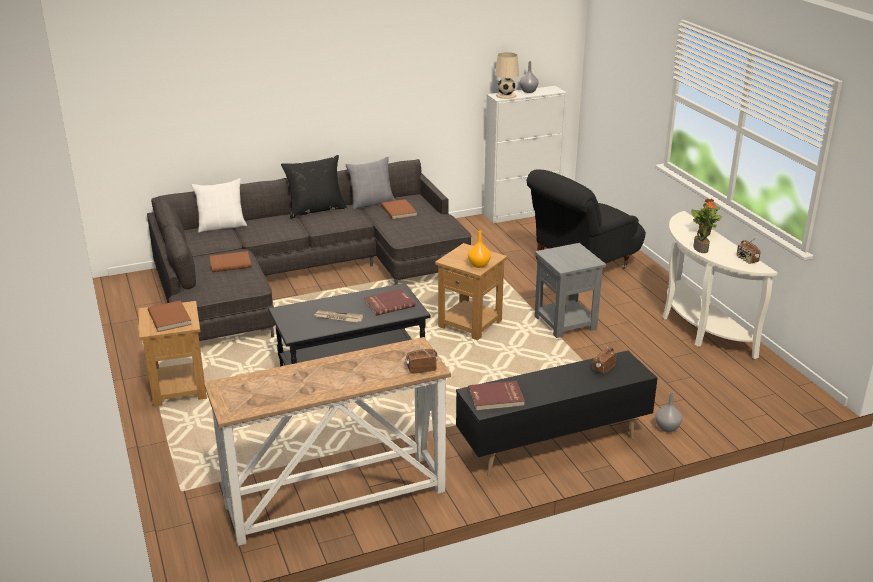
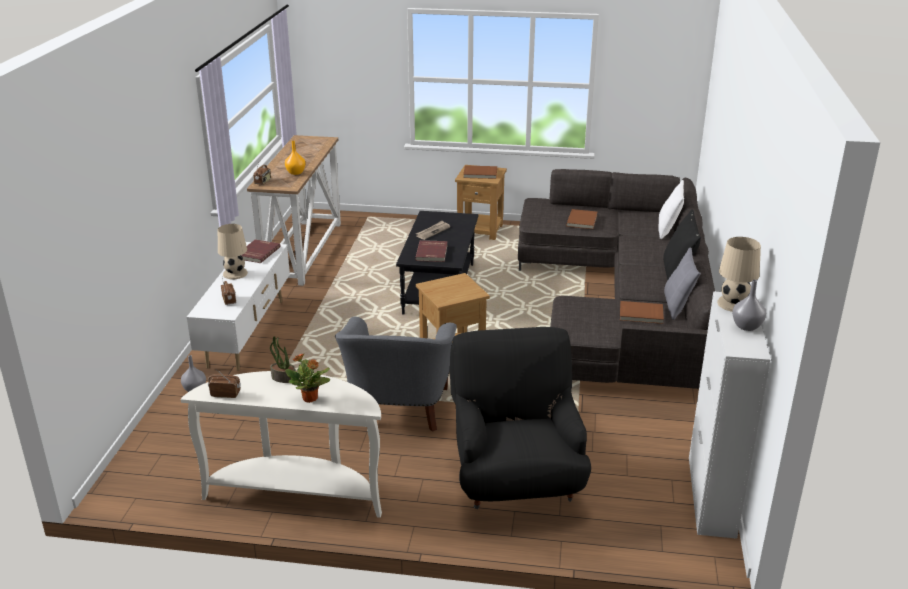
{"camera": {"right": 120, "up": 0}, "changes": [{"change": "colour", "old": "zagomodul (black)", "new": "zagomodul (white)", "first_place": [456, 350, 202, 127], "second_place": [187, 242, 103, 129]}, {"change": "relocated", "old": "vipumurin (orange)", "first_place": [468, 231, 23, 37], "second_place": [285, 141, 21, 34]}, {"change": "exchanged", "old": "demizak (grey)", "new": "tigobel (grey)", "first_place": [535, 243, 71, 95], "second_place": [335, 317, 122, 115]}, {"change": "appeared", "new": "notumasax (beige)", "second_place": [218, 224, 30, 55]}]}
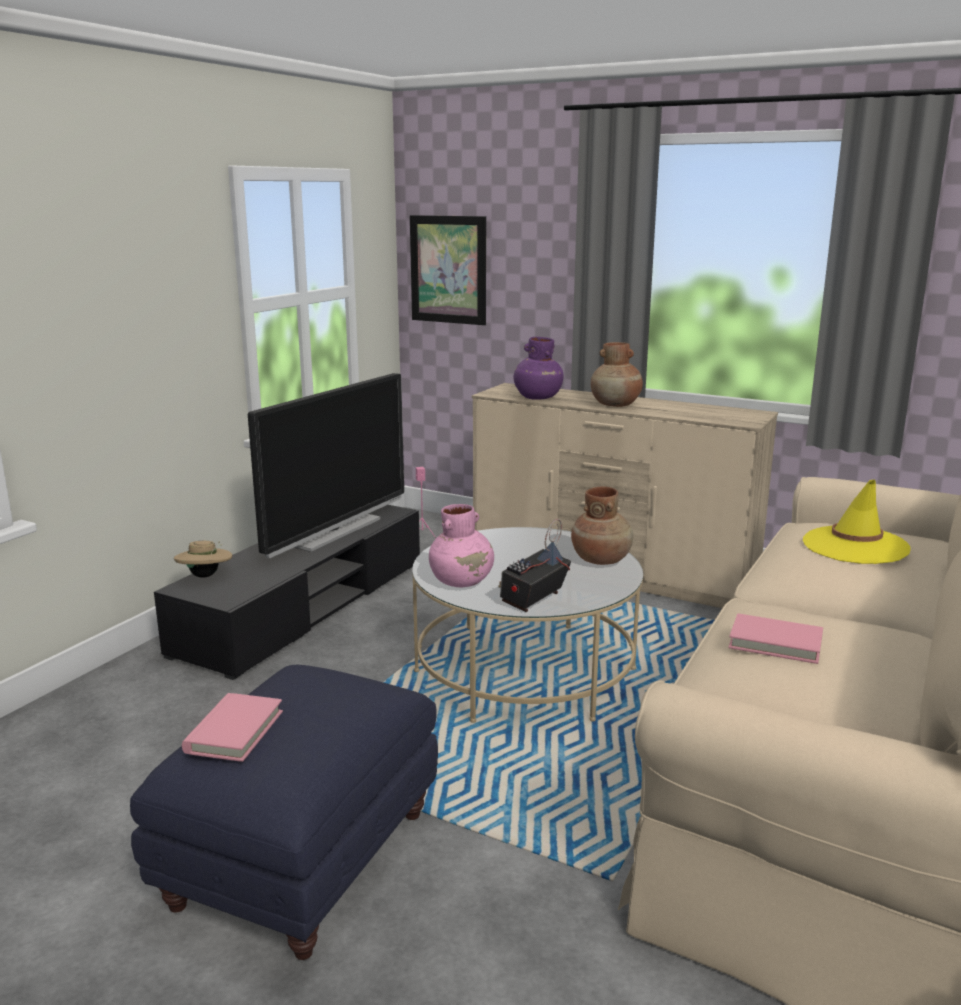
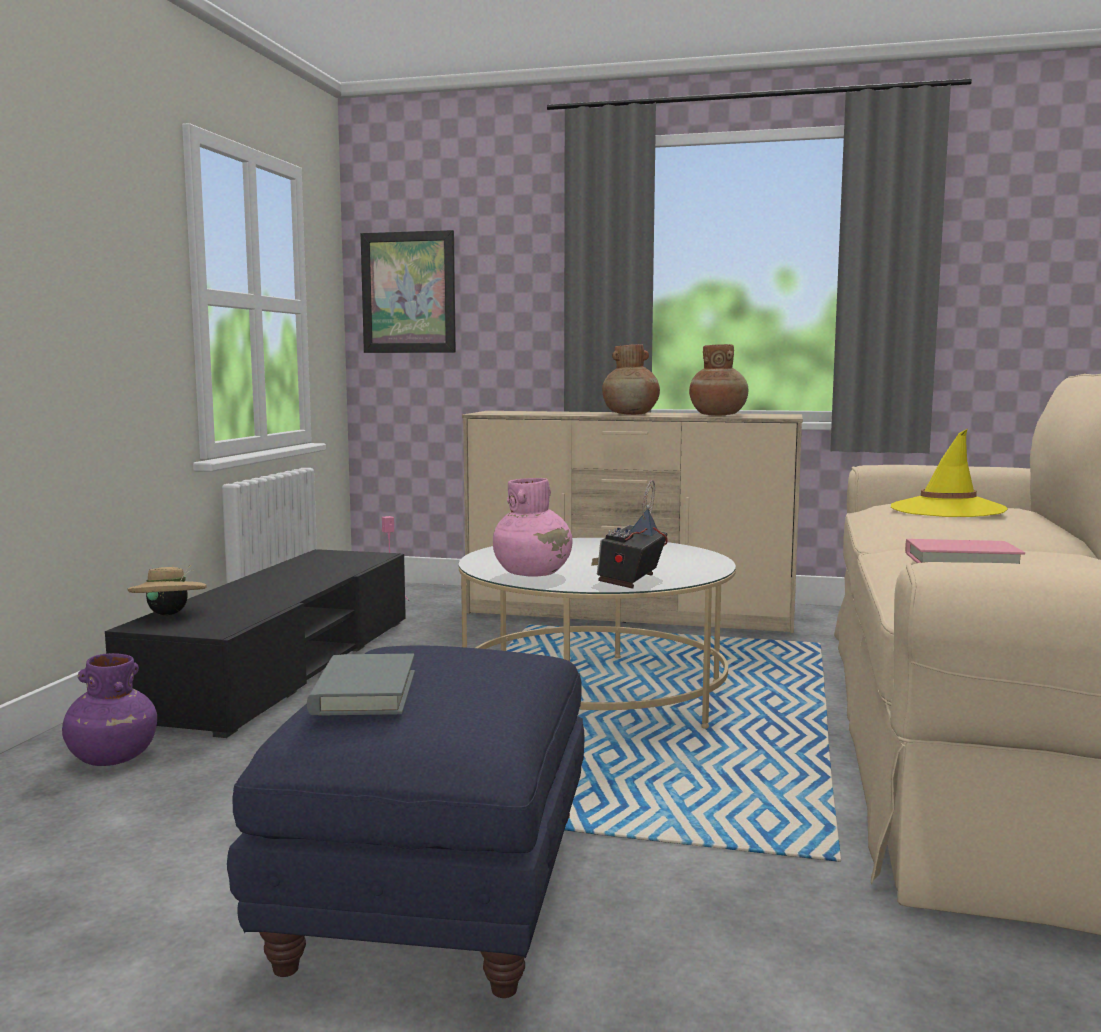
{"camera": {"right": -15, "up": -10}, "changes": [{"change": "colour", "old": "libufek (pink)", "new": "libufek (grey)", "first_place": [182, 693, 101, 69], "second_place": [307, 654, 108, 61]}, {"change": "missing", "old": "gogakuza", "first_place": [248, 373, 156, 185]}, {"change": "relocated", "old": "vipumurin (purple)", "first_place": [514, 337, 50, 63], "second_place": [62, 653, 95, 113]}, {"change": "relocated", "old": "vipumurin (brown)", "first_place": [571, 486, 62, 79], "second_place": [689, 344, 59, 71]}]}
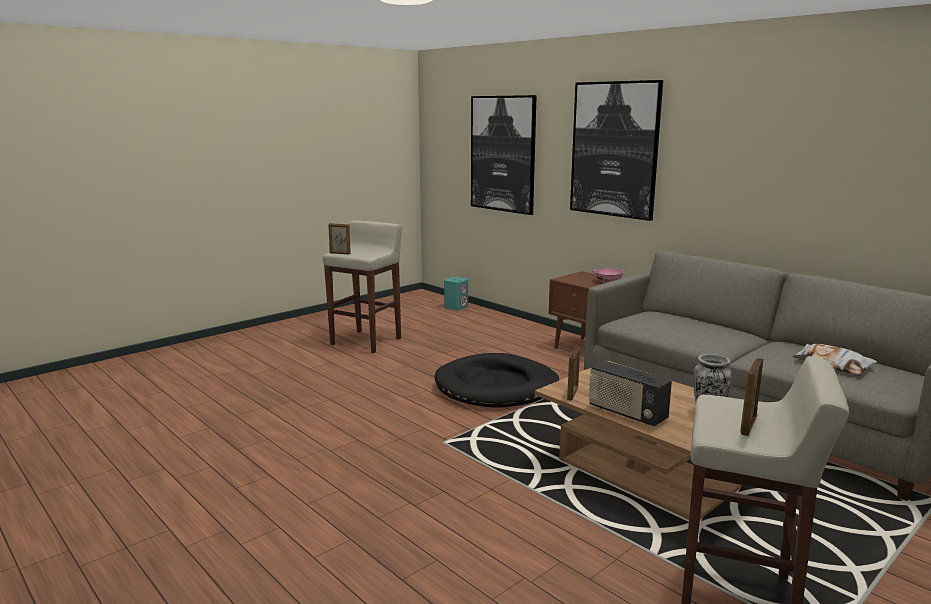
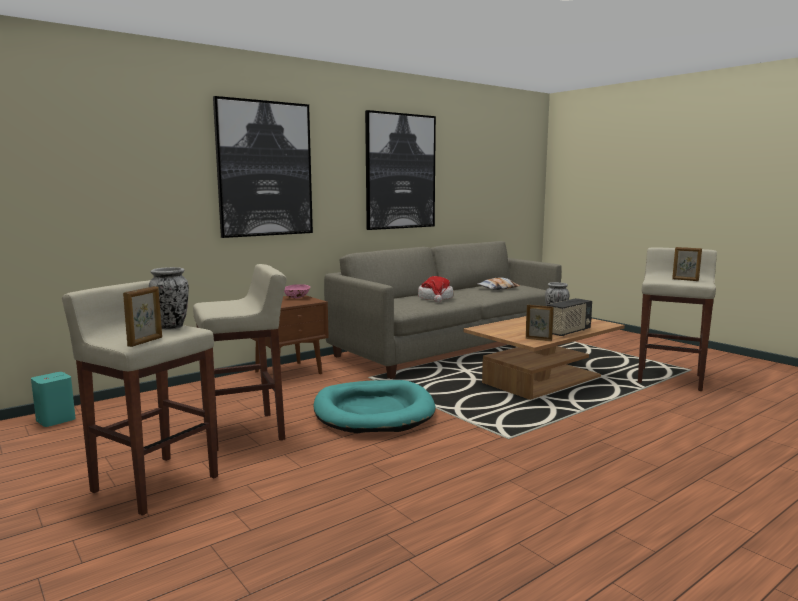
{"camera": {"right": -85, "up": -5}, "changes": [{"change": "colour", "old": "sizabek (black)", "new": "sizabek (turquoise)", "first_place": [435, 353, 124, 55], "second_place": [313, 380, 122, 53]}, {"change": "relocated", "old": "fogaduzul", "first_place": [471, 95, 66, 120], "second_place": [365, 110, 71, 120]}, {"change": "appeared", "new": "vipumurin", "second_place": [149, 267, 40, 63]}, {"change": "appeared", "new": "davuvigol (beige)", "second_place": [193, 264, 94, 187]}, {"change": "appeared", "new": "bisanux", "second_place": [418, 276, 35, 27]}]}
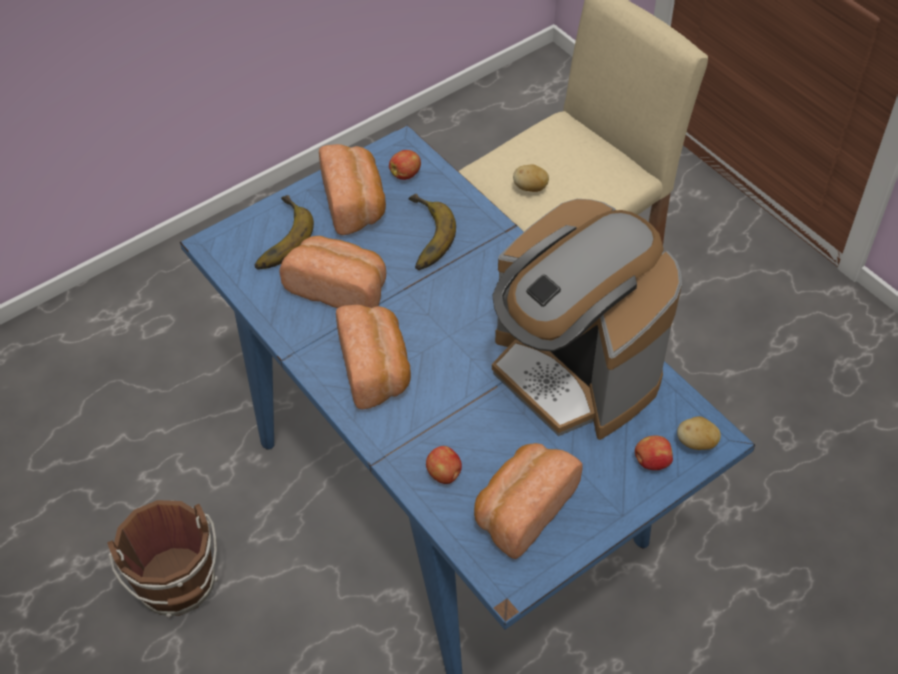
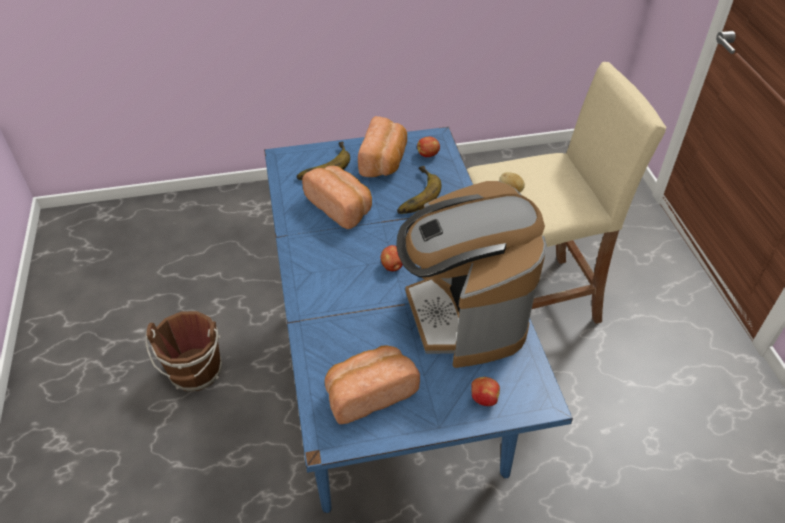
{"camera": {"right": 25, "up": -5}, "changes": [{"change": "missing", "old": "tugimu", "first_place": [336, 305, 75, 104]}, {"change": "relocated", "old": "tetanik", "first_place": [426, 446, 36, 38], "second_place": [381, 245, 22, 27]}, {"change": "missing", "old": "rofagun", "first_place": [677, 416, 44, 34]}]}
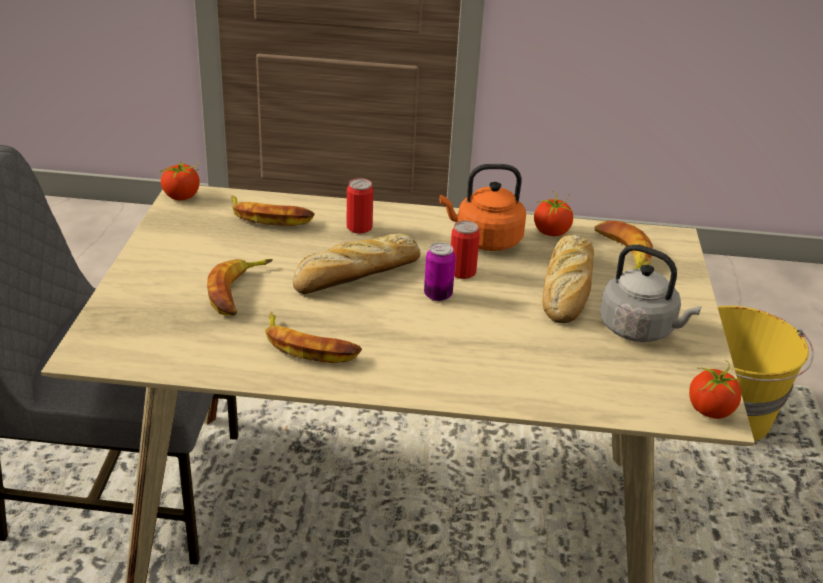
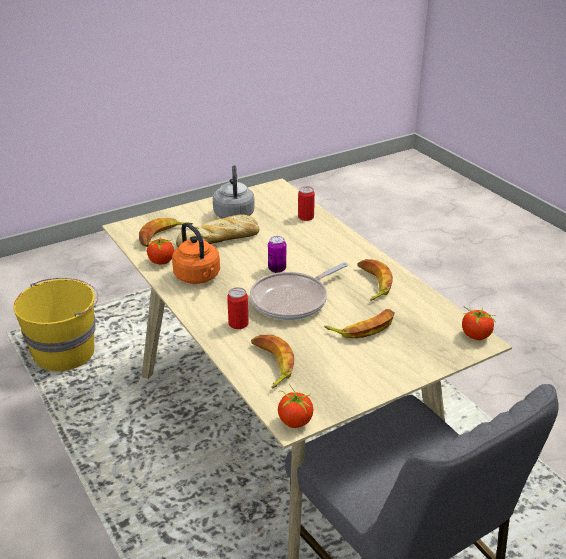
{"camera": {"right": -125, "up": 0}, "changes": [{"change": "exchanged", "old": "tugimu", "new": "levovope", "first_place": [293, 234, 127, 60], "second_place": [250, 262, 98, 58]}, {"change": "relocated", "old": "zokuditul", "first_place": [451, 220, 29, 59], "second_place": [298, 186, 17, 35]}, {"change": "relocated", "old": "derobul", "first_place": [689, 360, 57, 59], "second_place": [462, 306, 34, 34]}]}
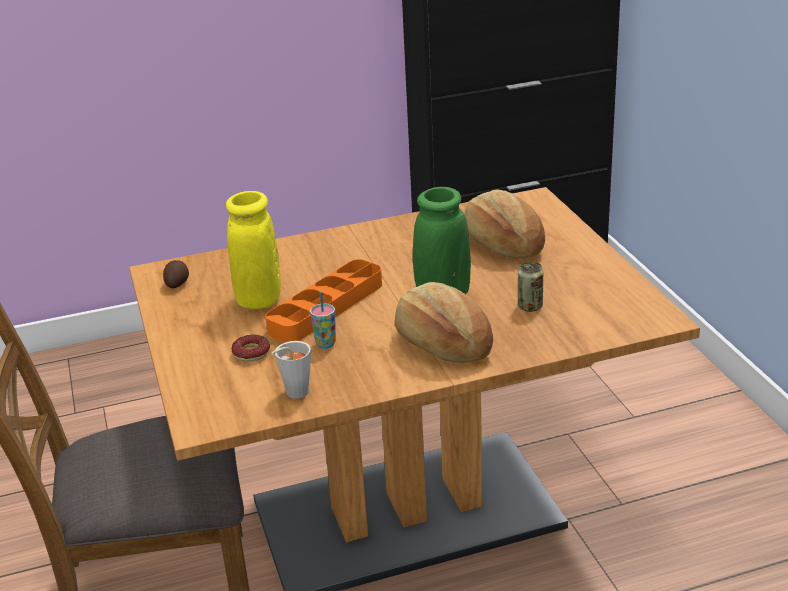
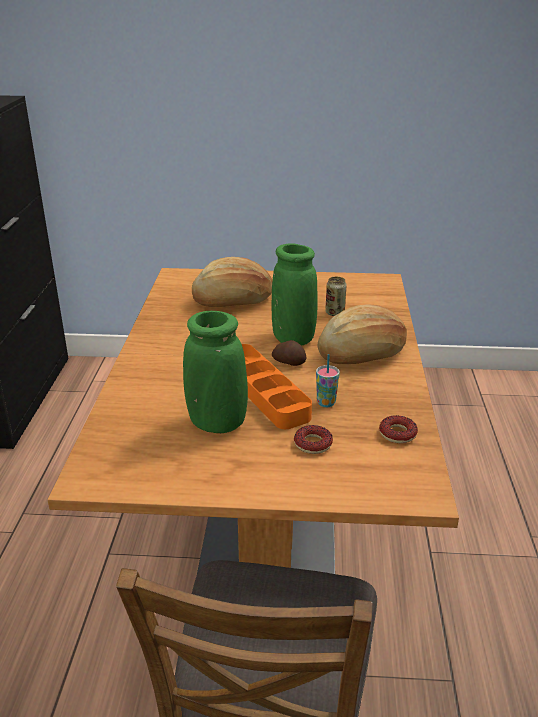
{"camera": {"right": -70, "up": 0}, "changes": [{"change": "relocated", "old": "rofagun", "first_place": [163, 260, 26, 28], "second_place": [272, 340, 35, 26]}, {"change": "colour", "old": "vipumurin (yellow)", "new": "vipumurin (green)", "first_place": [226, 191, 55, 118], "second_place": [183, 311, 65, 122]}, {"change": "exchanged", "old": "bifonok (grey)", "new": "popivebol", "first_place": [271, 341, 40, 58], "second_place": [379, 415, 39, 28]}]}
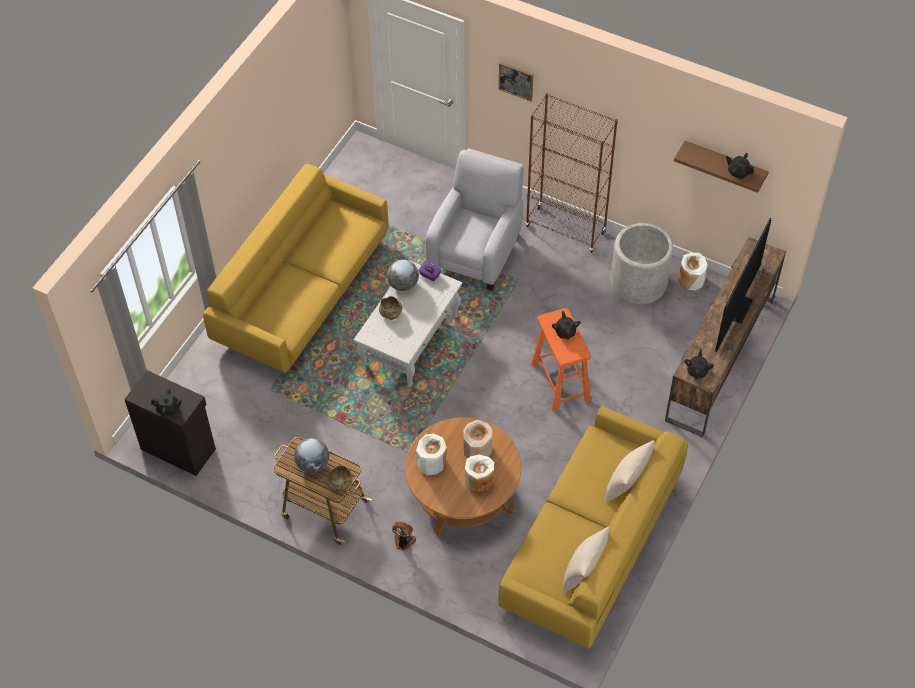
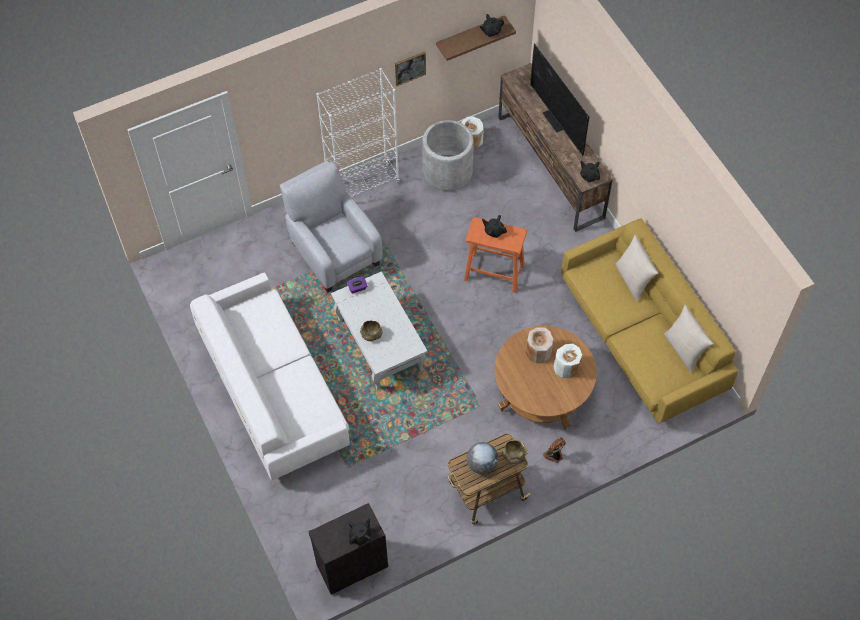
{"camera": {"right": -55, "up": 5}, "changes": [{"change": "colour", "old": "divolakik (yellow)", "new": "divolakik (white)", "first_place": [203, 164, 186, 209], "second_place": [190, 272, 160, 208]}, {"change": "missing", "old": "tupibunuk", "first_place": [387, 259, 32, 32]}, {"change": "missing", "old": "vipumurin (white)", "first_place": [416, 434, 31, 41]}, {"change": "relocated", "old": "fogaduzul", "first_place": [499, 62, 34, 40], "second_place": [395, 52, 31, 34]}, {"change": "colour", "old": "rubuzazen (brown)", "new": "rubuzazen (white)", "first_place": [525, 93, 93, 160], "second_place": [317, 68, 83, 129]}]}
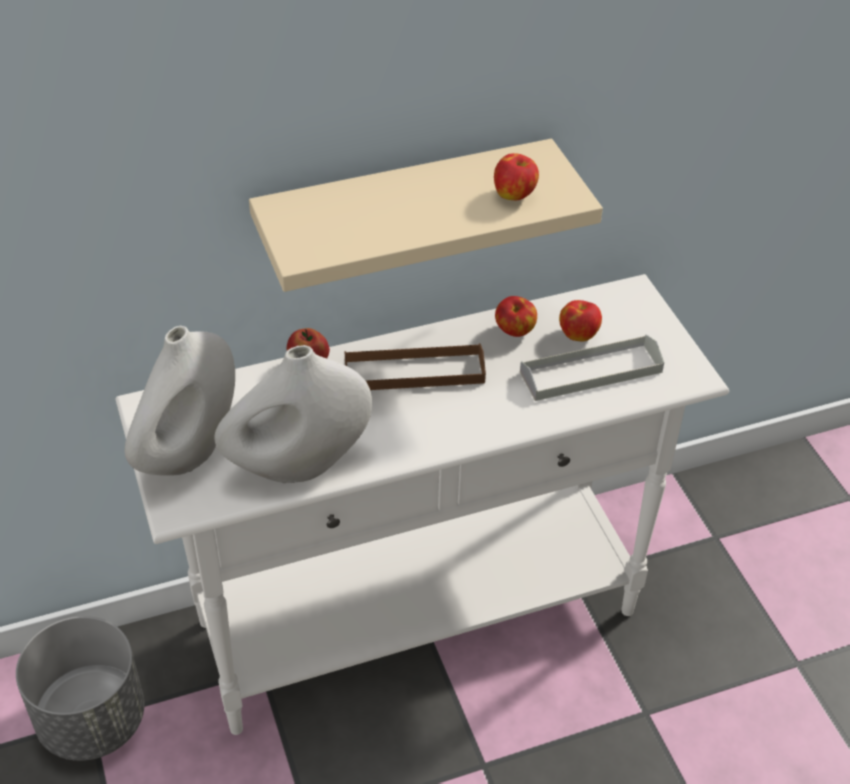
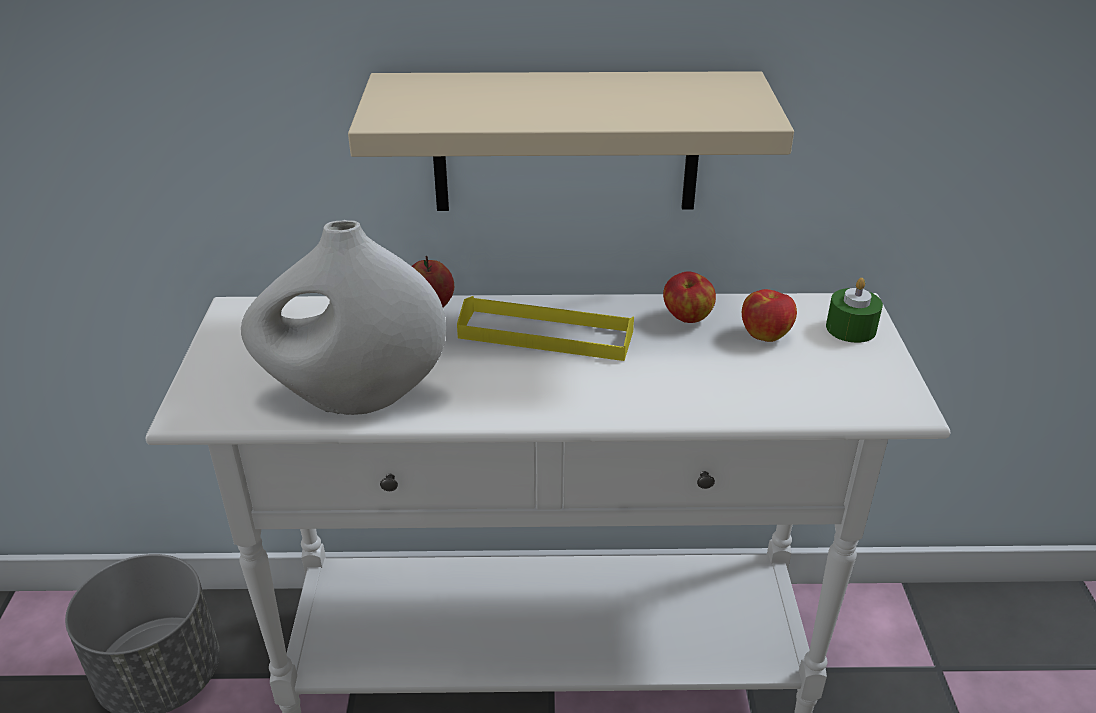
{"camera": {"right": 20, "up": -10}, "changes": [{"change": "missing", "old": "vipumurin (white)", "first_place": [125, 326, 110, 150]}, {"change": "colour", "old": "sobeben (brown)", "new": "sobeben (yellow)", "first_place": [345, 343, 141, 47], "second_place": [457, 296, 177, 65]}, {"change": "missing", "old": "tetanik", "first_place": [494, 153, 45, 47]}, {"change": "missing", "old": "sobeben (grey)", "first_place": [520, 334, 144, 67]}, {"change": "appeared", "new": "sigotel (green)", "second_place": [826, 278, 57, 65]}]}
